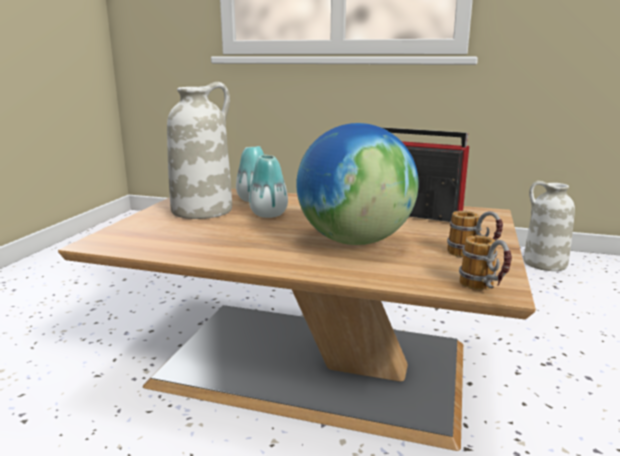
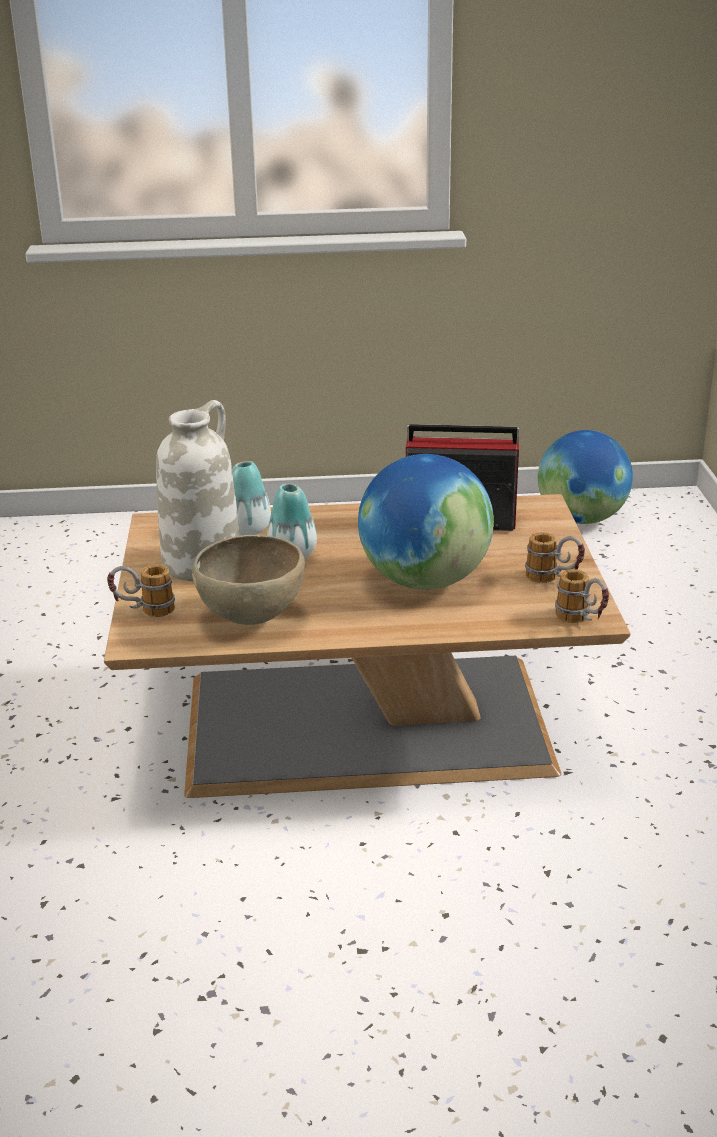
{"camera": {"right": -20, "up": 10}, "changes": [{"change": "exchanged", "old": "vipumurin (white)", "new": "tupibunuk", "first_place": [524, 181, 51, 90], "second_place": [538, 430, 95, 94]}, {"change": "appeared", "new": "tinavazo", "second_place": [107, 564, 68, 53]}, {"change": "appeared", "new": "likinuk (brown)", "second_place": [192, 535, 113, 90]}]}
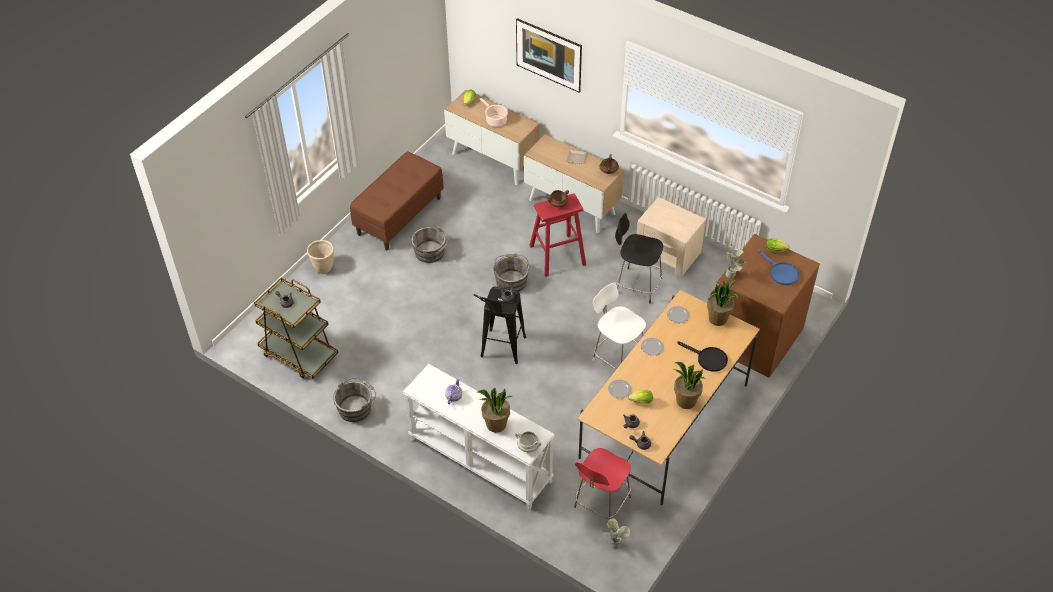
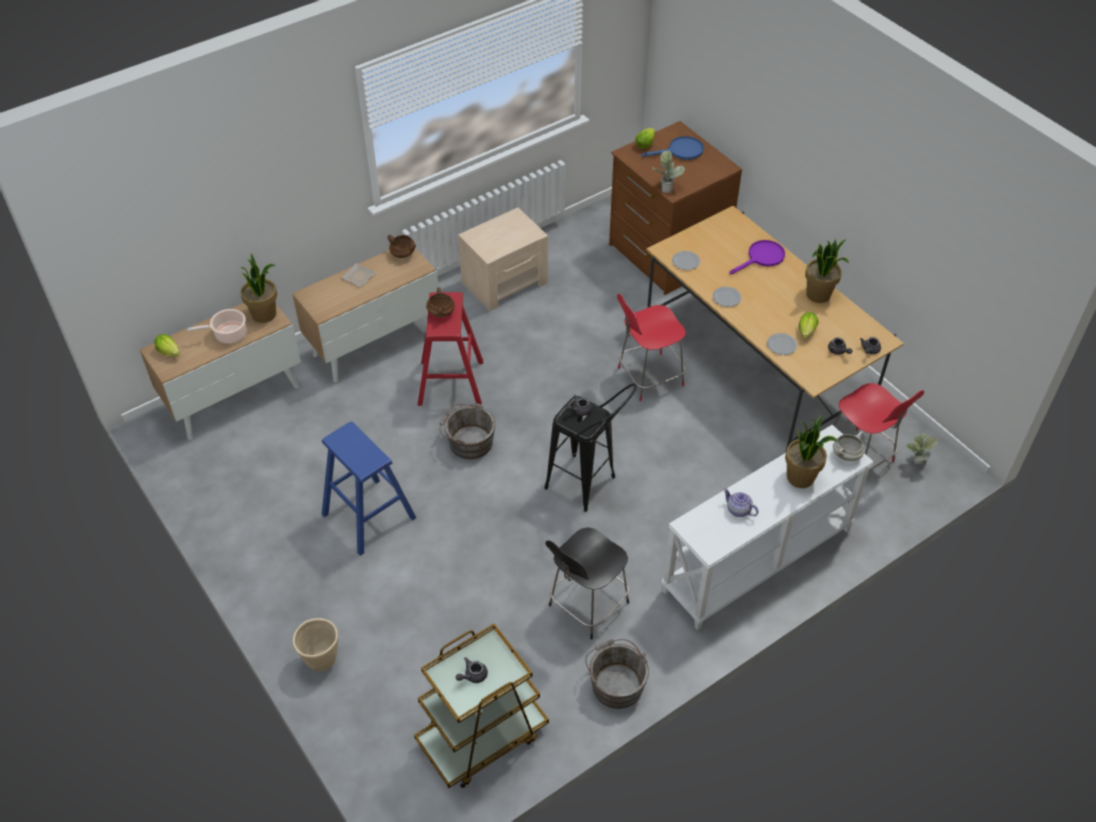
{"camera": {"right": -70, "up": 0}, "changes": [{"change": "missing", "old": "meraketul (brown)", "first_place": [350, 152, 94, 98]}, {"change": "exchanged", "old": "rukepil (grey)", "new": "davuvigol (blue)", "first_place": [411, 226, 39, 37], "second_place": [322, 422, 94, 134]}, {"change": "missing", "old": "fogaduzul", "first_place": [516, 18, 66, 75]}, {"change": "colour", "old": "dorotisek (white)", "new": "dorotisek (red)", "first_place": [593, 282, 53, 87], "second_place": [617, 294, 69, 107]}, {"change": "relocated", "old": "dorotisek (black)", "first_place": [615, 213, 48, 90], "second_place": [545, 527, 84, 113]}, {"change": "colour", "old": "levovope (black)", "new": "levovope (purple)", "first_place": [677, 341, 51, 31], "second_place": [729, 240, 56, 34]}, {"change": "relocated", "old": "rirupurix", "first_place": [707, 280, 31, 46], "second_place": [240, 253, 37, 70]}]}
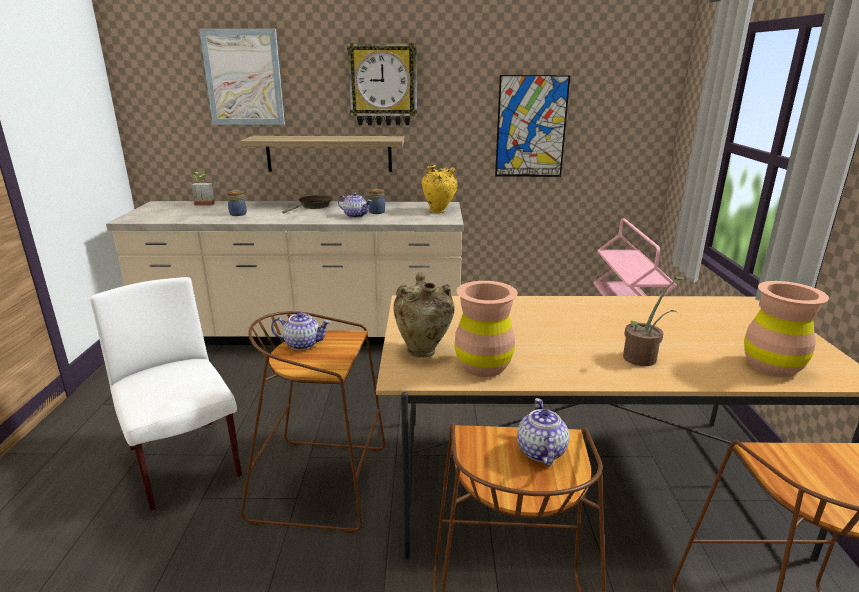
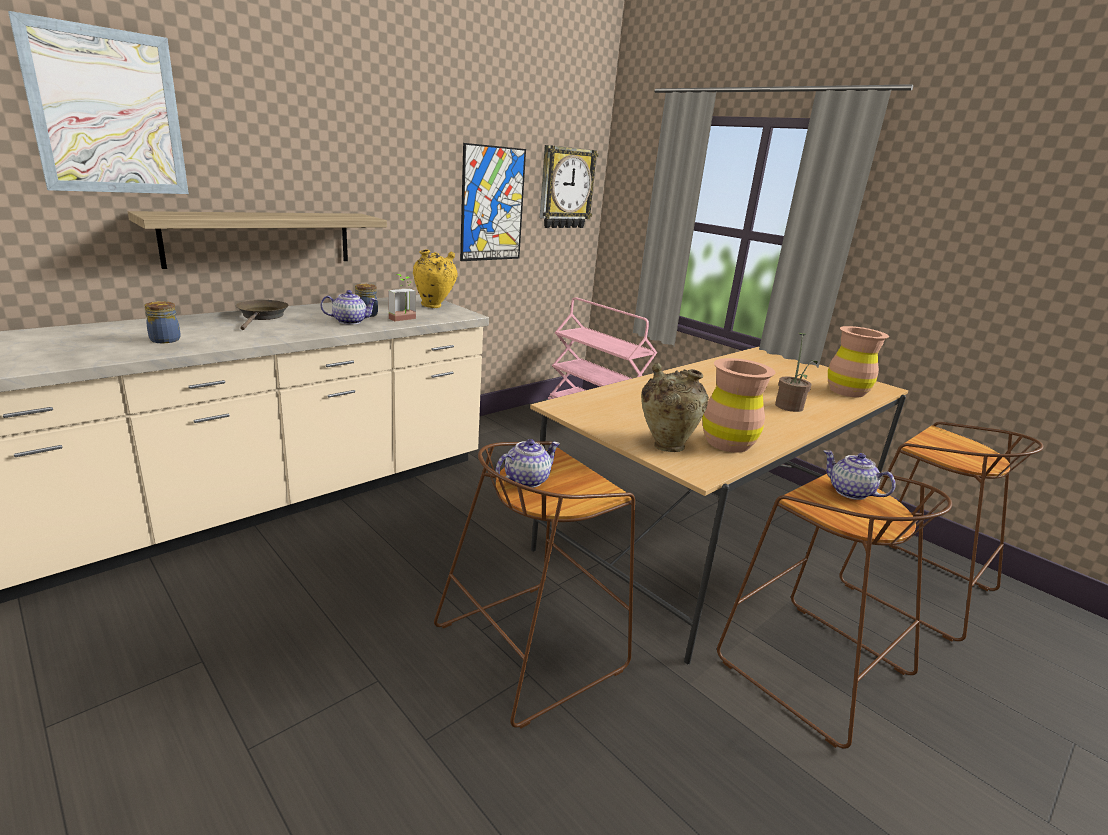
{"camera": {"right": -45, "up": 0}, "changes": [{"change": "missing", "old": "dorotisek (white)", "first_place": [90, 277, 152, 234]}, {"change": "relocated", "old": "rirupurix", "first_place": [191, 172, 24, 33], "second_place": [388, 274, 28, 48]}, {"change": "relocated", "old": "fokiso", "first_place": [347, 43, 70, 82], "second_place": [540, 145, 59, 83]}]}
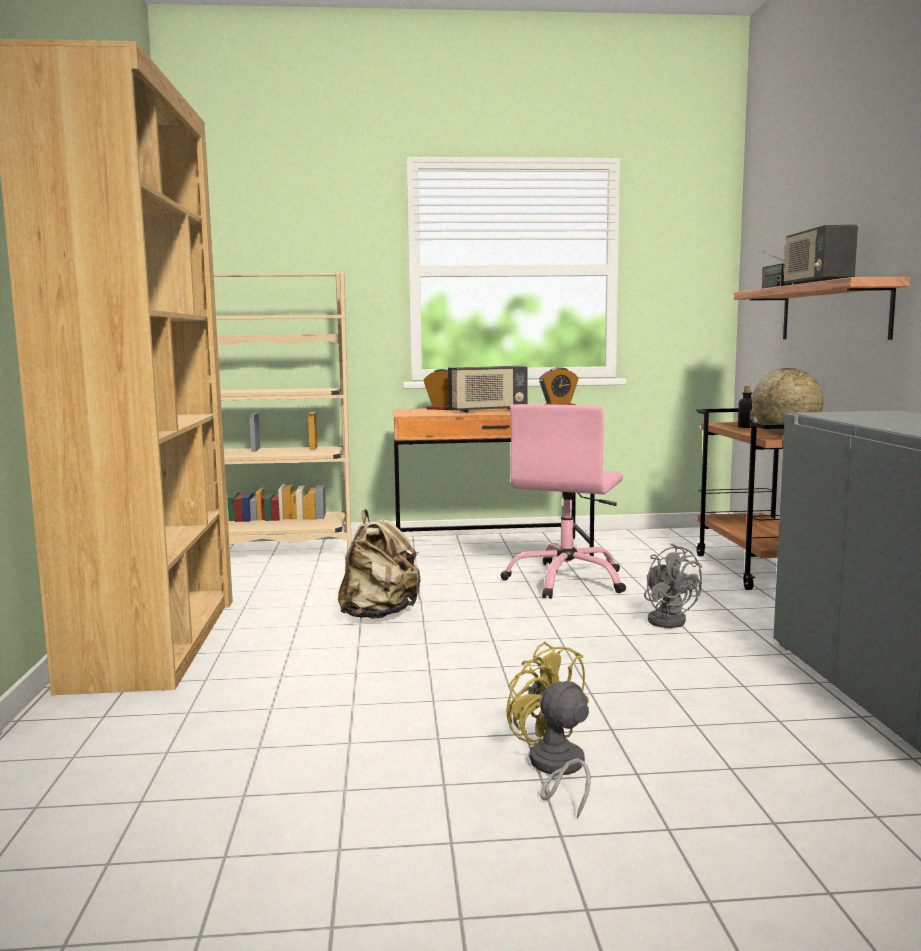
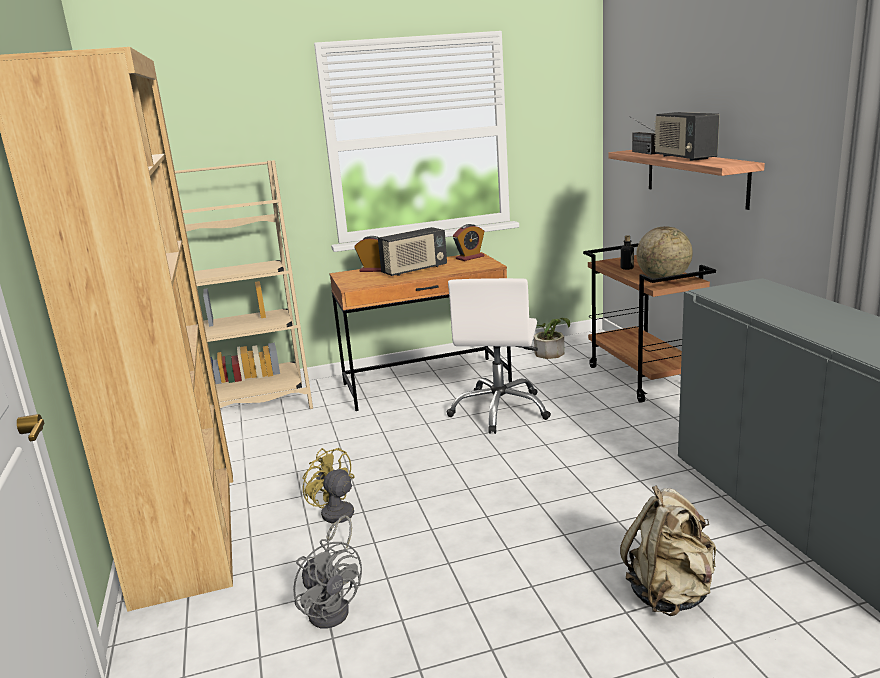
{"camera": {"right": -10, "up": 10}, "changes": [{"change": "relocated", "old": "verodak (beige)", "first_place": [338, 509, 83, 110], "second_place": [620, 485, 96, 131]}, {"change": "colour", "old": "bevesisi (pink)", "new": "bevesisi (white)", "first_place": [501, 404, 125, 195], "second_place": [447, 278, 104, 156]}, {"change": "relocated", "old": "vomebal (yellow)", "first_place": [506, 642, 85, 177], "second_place": [302, 448, 52, 100]}, {"change": "relocated", "old": "vomebal (grey)", "first_place": [644, 544, 58, 84], "second_place": [293, 539, 69, 89]}, {"change": "appeared", "new": "rirupurix", "second_place": [534, 318, 36, 41]}]}
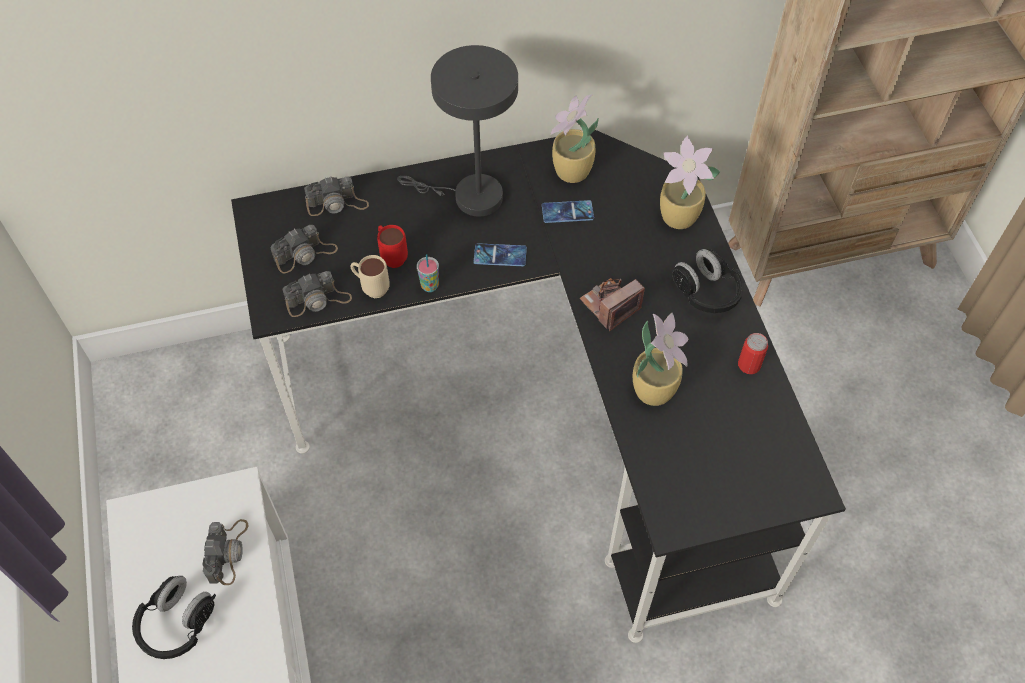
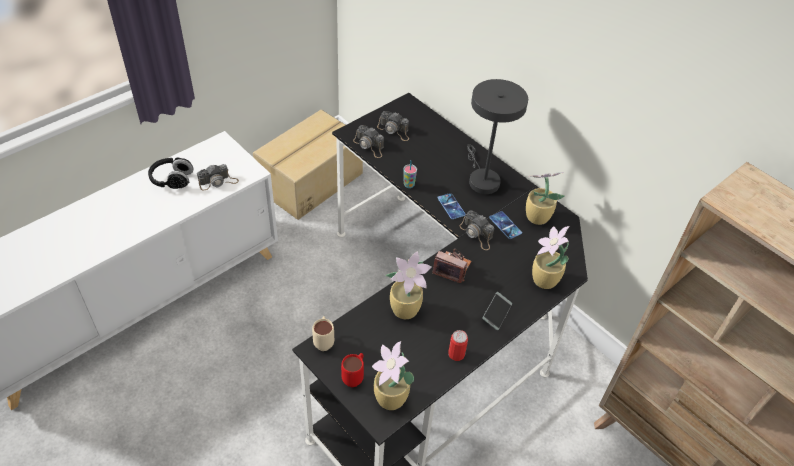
{"camera": {"right": 60, "up": -10}, "changes": [{"change": "relocated", "old": "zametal", "first_place": [304, 176, 65, 40], "second_place": [459, 210, 35, 40]}, {"change": "relocated", "old": "tinavazo (beige)", "first_place": [351, 255, 39, 43], "second_place": [312, 316, 22, 35]}, {"change": "relocated", "old": "tinavazo (red)", "first_place": [377, 225, 31, 43], "second_place": [341, 353, 23, 34]}, {"change": "exchanged", "old": "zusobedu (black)", "new": "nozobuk", "first_place": [672, 249, 72, 64], "second_place": [482, 292, 30, 38]}, {"change": "appeared", "new": "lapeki", "second_place": [253, 110, 110, 110]}, {"change": "appeared", "new": "rirupurix", "second_place": [372, 341, 42, 69]}]}
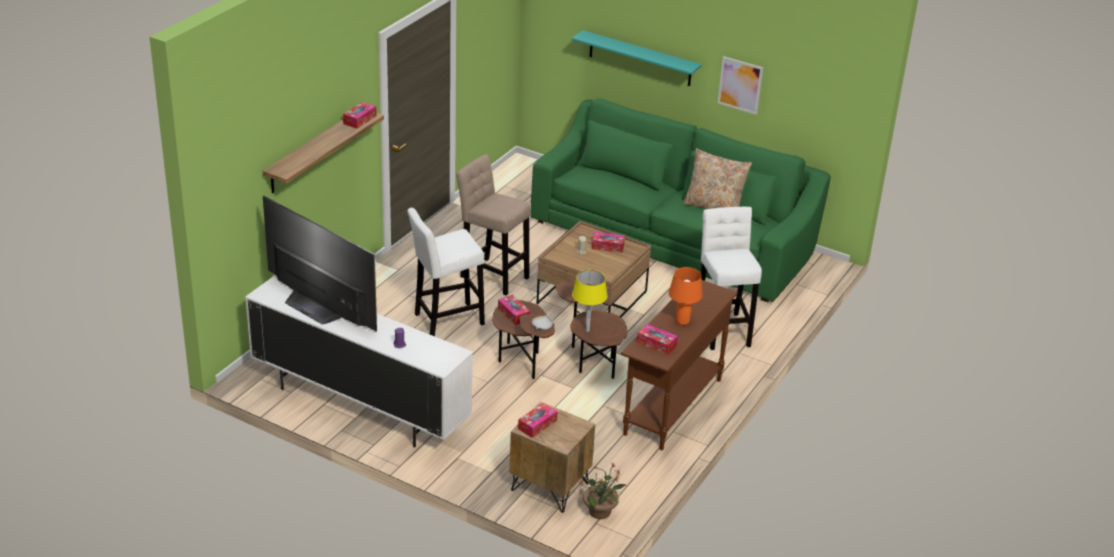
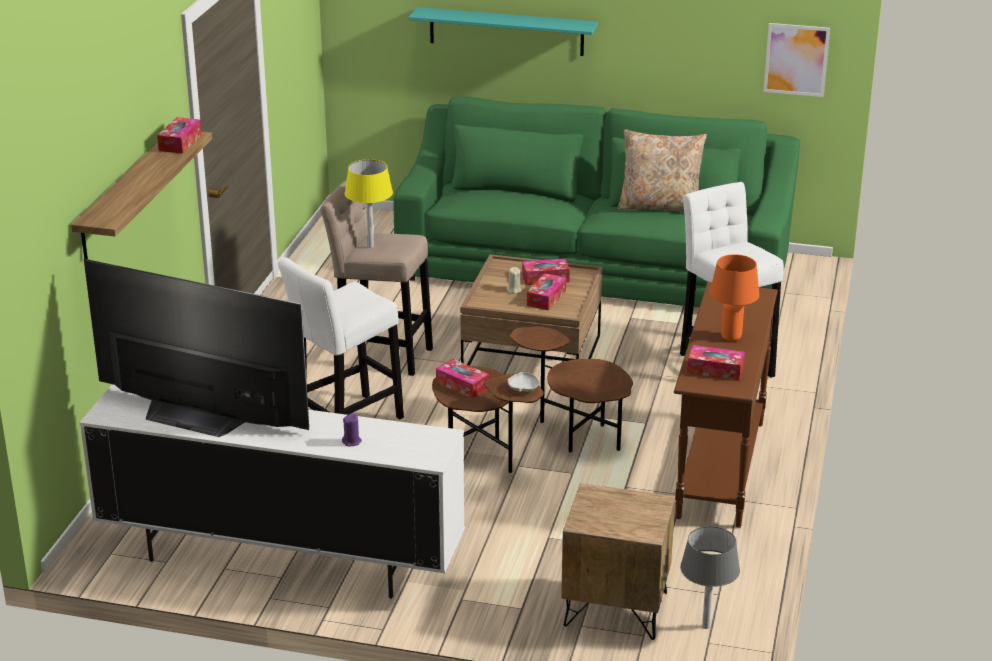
{"camera": {"right": -15, "up": -5}, "changes": [{"change": "relocated", "old": "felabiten", "first_place": [518, 403, 40, 35], "second_place": [527, 273, 39, 37]}, {"change": "relocated", "old": "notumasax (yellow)", "first_place": [572, 270, 36, 62], "second_place": [345, 159, 48, 89]}, {"change": "exchanged", "old": "rirupurix", "new": "notumasax (grey)", "first_place": [579, 463, 48, 56], "second_place": [680, 526, 60, 103]}, {"change": "relocated", "old": "fogaduzul", "first_place": [718, 56, 45, 59], "second_place": [763, 23, 67, 74]}]}
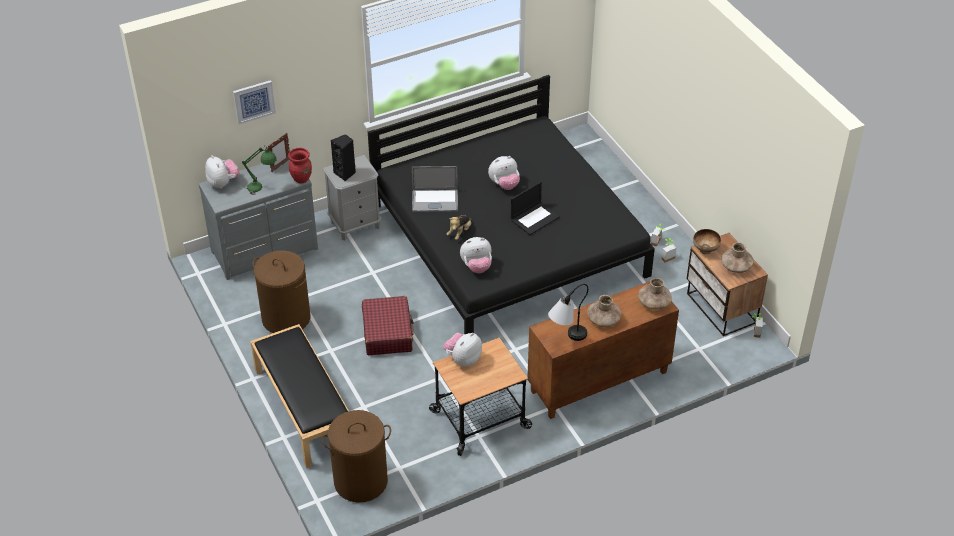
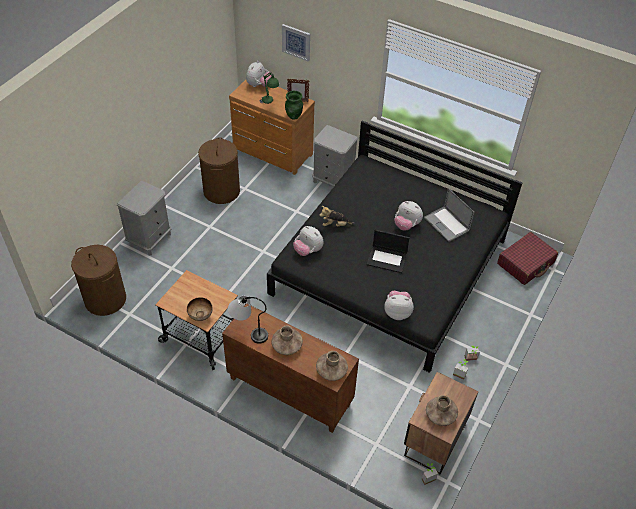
{"camera": {"right": 55, "up": 5}, "changes": [{"change": "colour", "old": "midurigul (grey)", "new": "midurigul (brown)", "first_place": [199, 160, 119, 120], "second_place": [229, 80, 86, 95]}, {"change": "exchanged", "old": "meraketul (black)", "new": "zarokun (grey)", "first_place": [250, 324, 99, 144], "second_place": [117, 181, 55, 74]}, {"change": "colour", "old": "vipumurin (red)", "new": "vipumurin (green)", "first_place": [288, 148, 24, 36], "second_place": [285, 91, 18, 29]}, {"change": "missing", "old": "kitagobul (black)", "first_place": [331, 134, 25, 47]}, {"change": "relocated", "old": "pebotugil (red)", "first_place": [362, 296, 52, 59], "second_place": [497, 232, 61, 53]}, {"change": "relocated", "old": "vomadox", "first_place": [412, 166, 46, 46], "second_place": [424, 188, 50, 54]}, {"change": "relocated", "old": "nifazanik", "first_place": [443, 333, 39, 34], "second_place": [384, 291, 30, 29]}, {"change": "relocated", "old": "likinuk", "first_place": [693, 229, 28, 25], "second_place": [187, 297, 26, 24]}]}
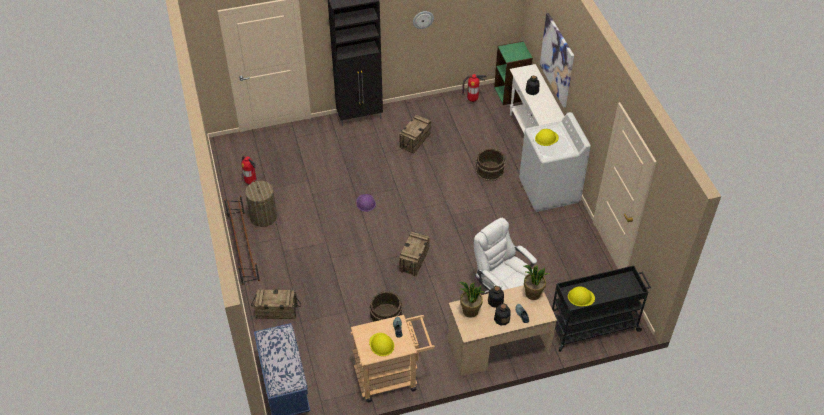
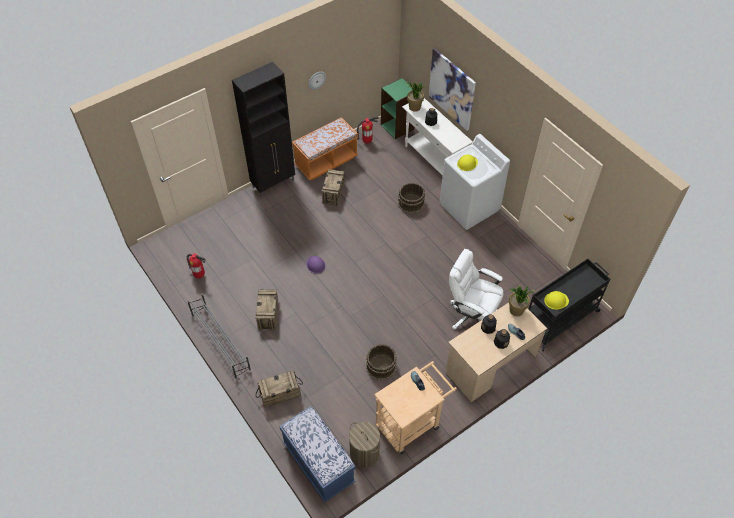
{"camera": {"right": -20, "up": 5}, "changes": [{"change": "colour", "old": "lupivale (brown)", "new": "lupivale (grey)", "first_place": [224, 196, 36, 89], "second_place": [188, 294, 63, 85]}, {"change": "relocated", "old": "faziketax", "first_place": [245, 180, 32, 47], "second_place": [349, 422, 31, 46]}, {"change": "missing", "old": "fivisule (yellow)", "first_place": [369, 333, 25, 23]}, {"change": "relocated", "old": "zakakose", "first_place": [399, 231, 31, 45], "second_place": [256, 289, 22, 41]}, {"change": "relocated", "old": "rirupurix", "first_place": [459, 282, 26, 36], "second_place": [406, 81, 20, 31]}, {"change": "appeared", "new": "meraketul (orange)", "second_place": [292, 117, 66, 63]}]}
